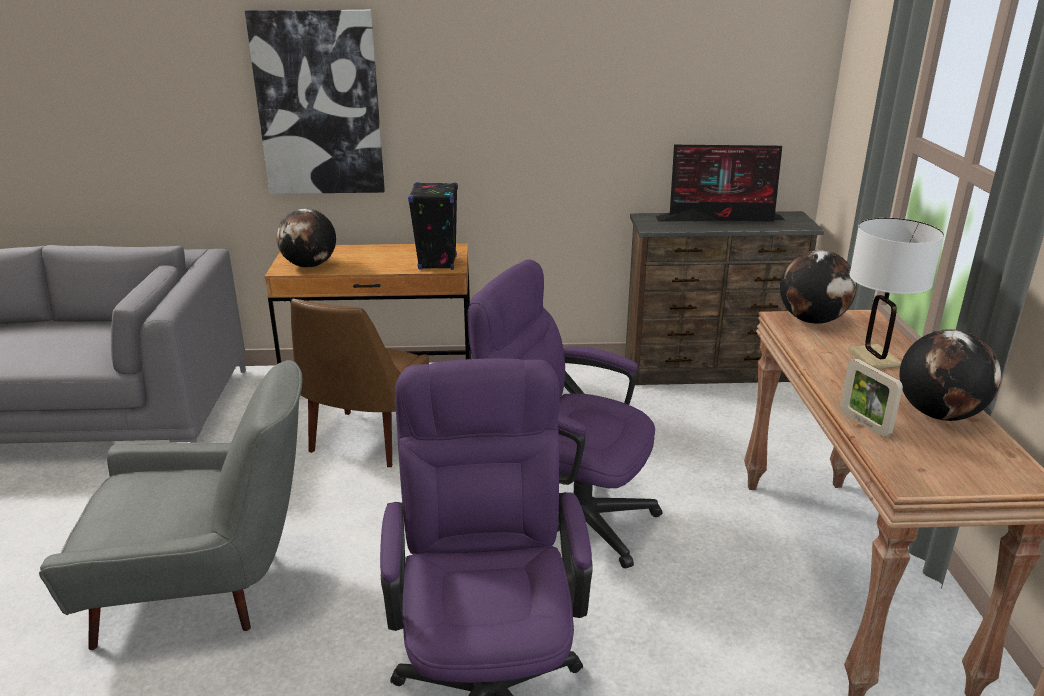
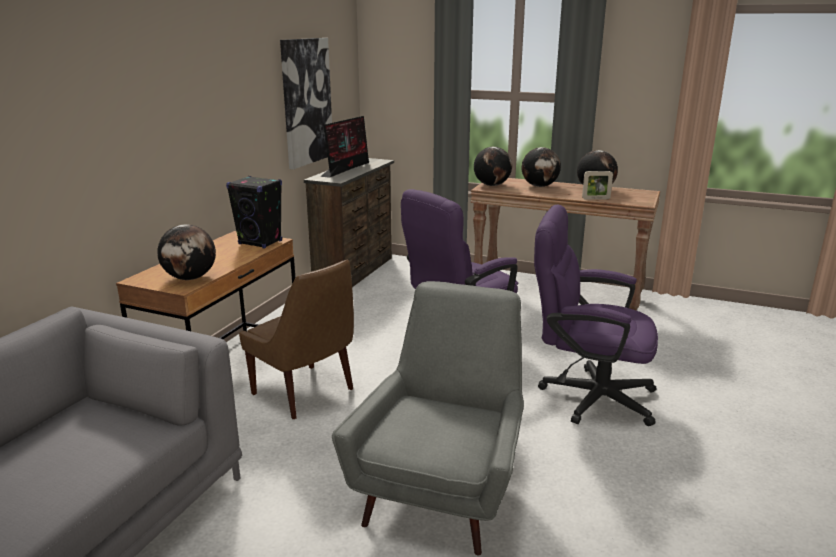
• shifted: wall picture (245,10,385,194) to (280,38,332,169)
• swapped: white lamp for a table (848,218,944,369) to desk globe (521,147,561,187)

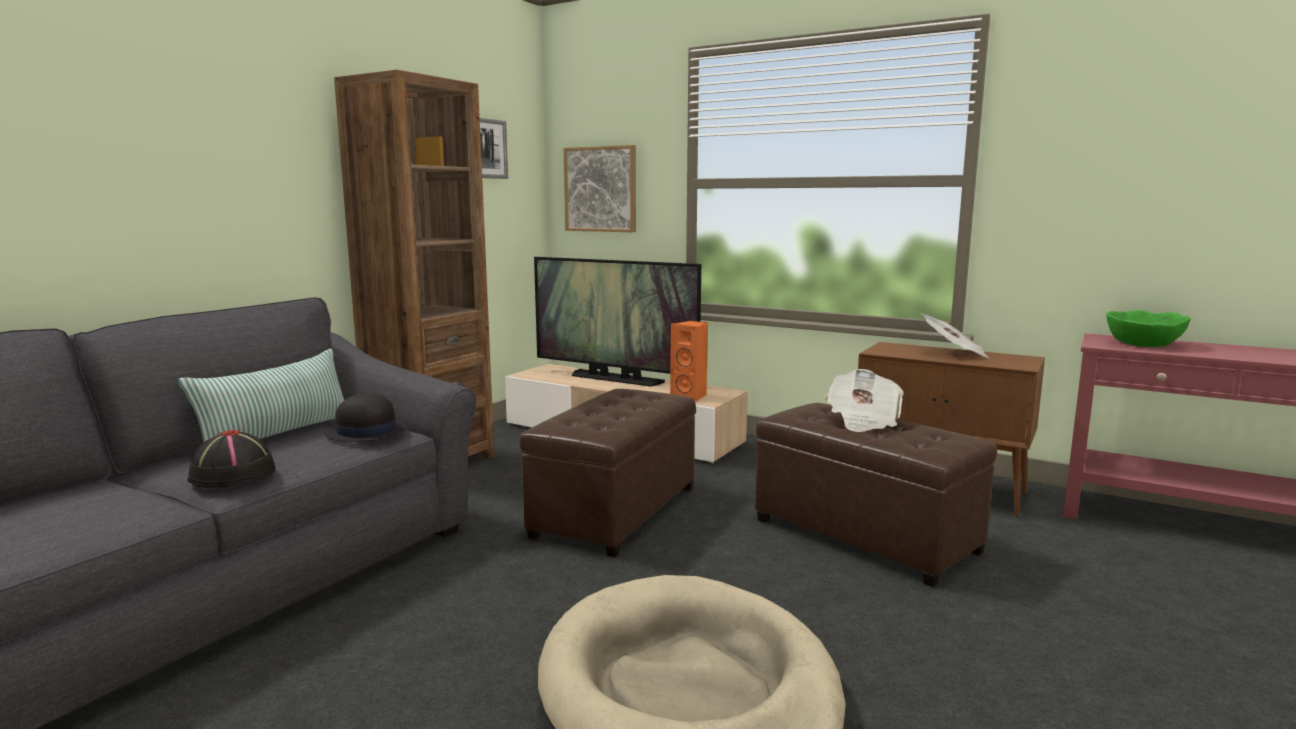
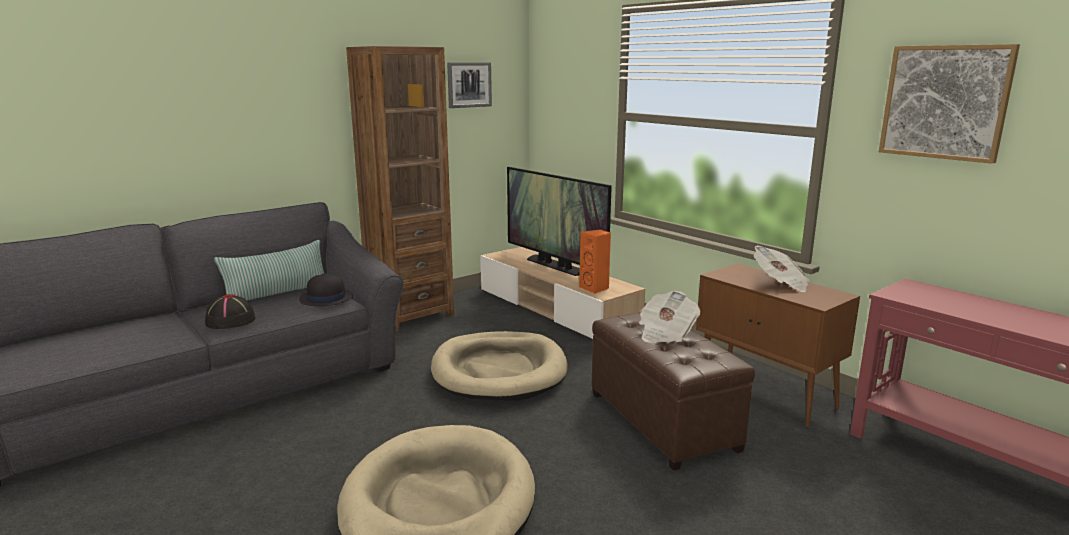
• swapped: brown footrest (520,389,696,557) to beige-coloured dog cushion (431,331,568,401)
• shifted: wall picture (564,145,636,232) to (879,44,1020,164)
• gone: greenish deep dish (1106,310,1191,347)

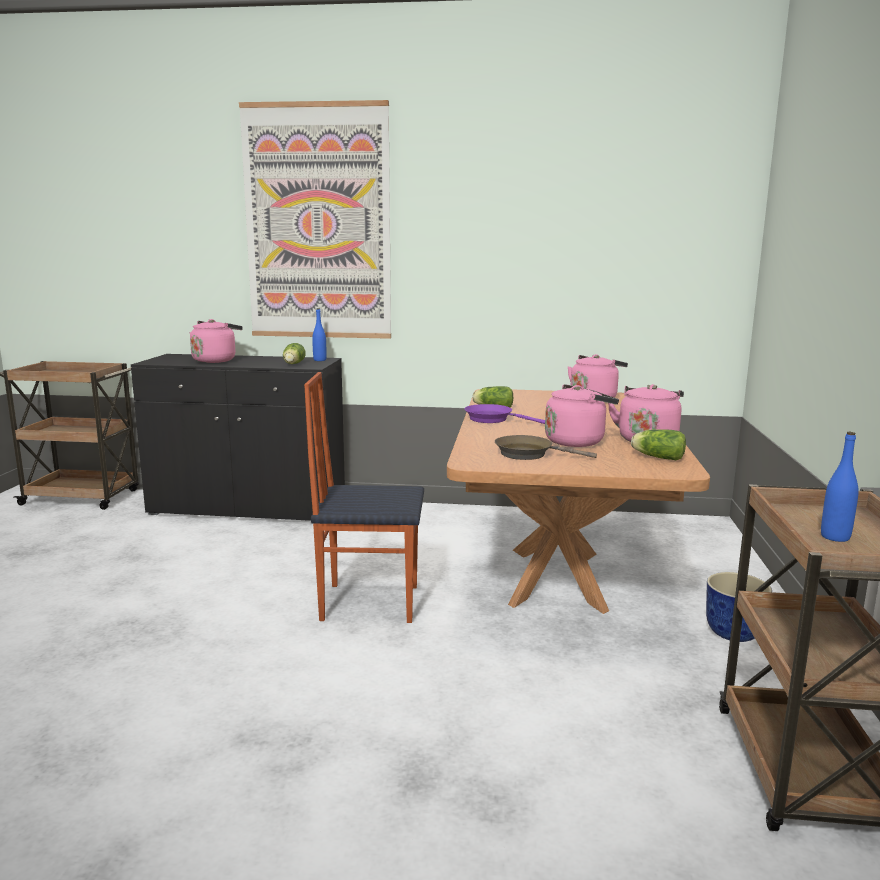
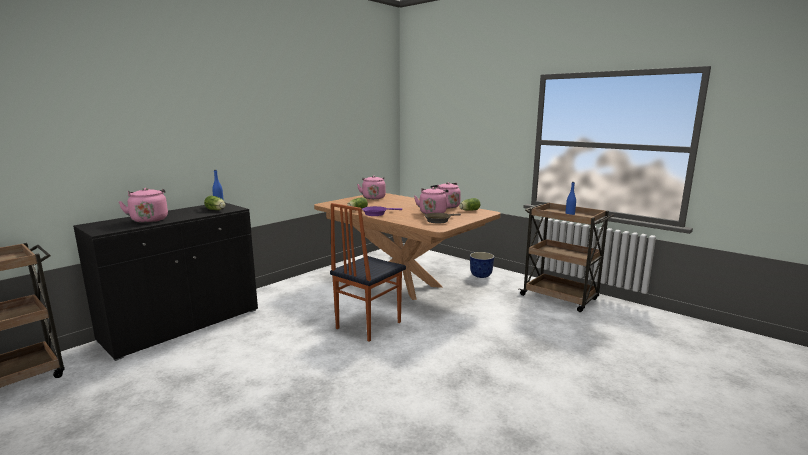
• gone: wall picture (239,100,391,339)

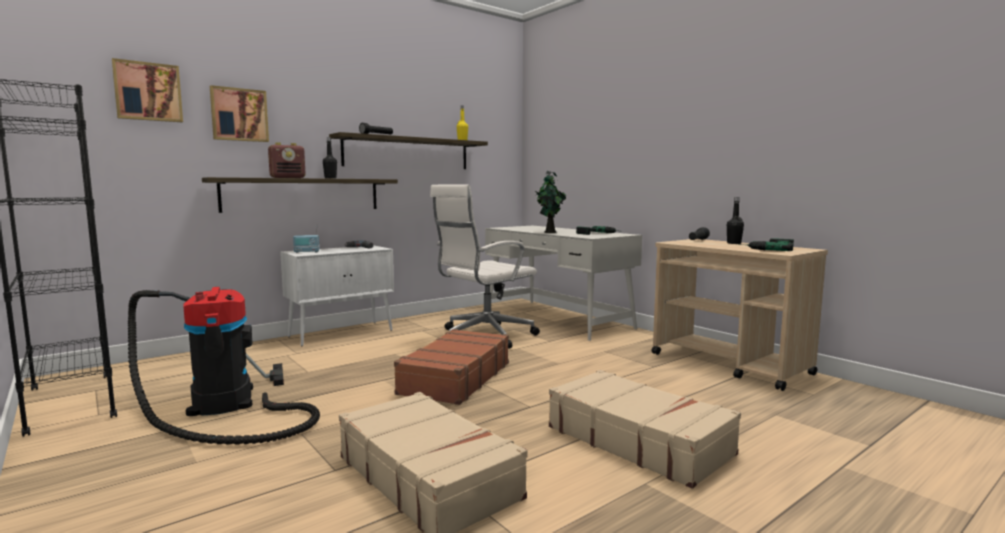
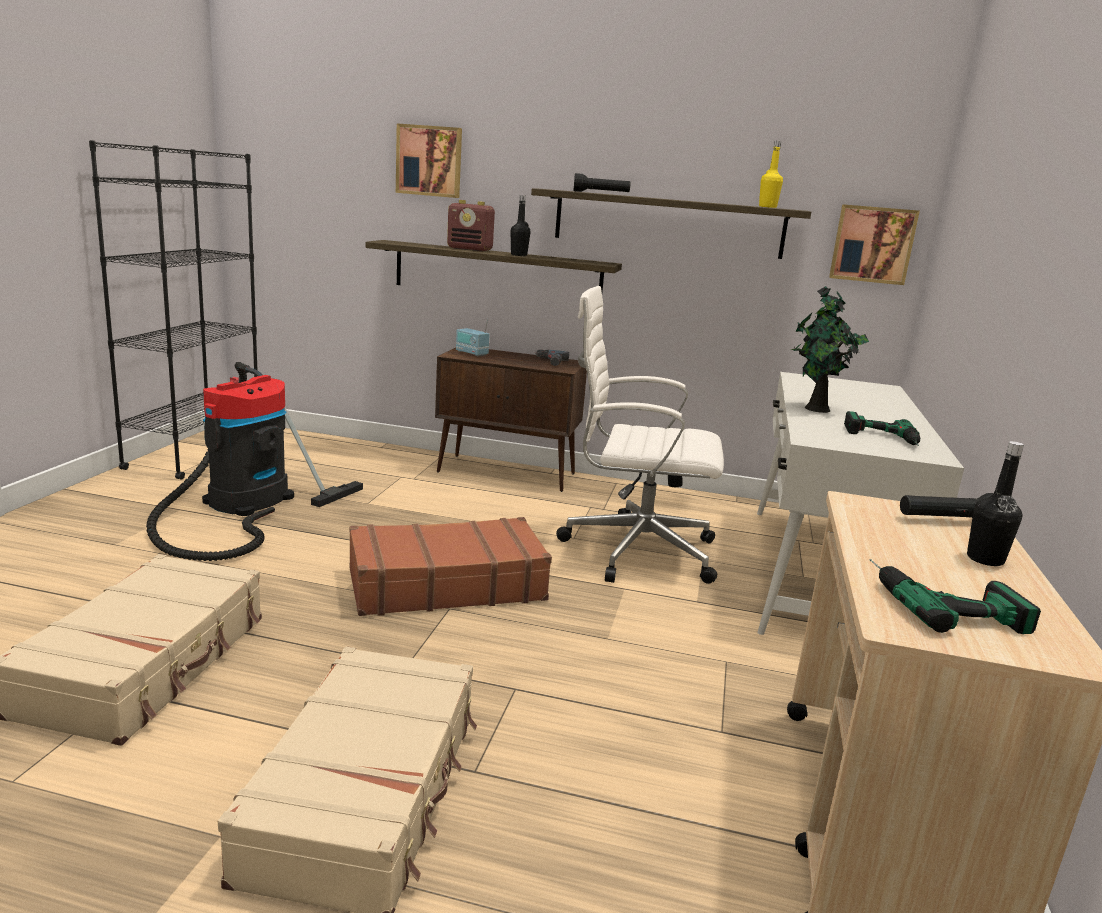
• repainted: white storage cabinet (280,245,394,346) to brown storage cabinet (435,348,587,492)
• shifted: wall picture (112,58,183,122) to (829,204,920,285)

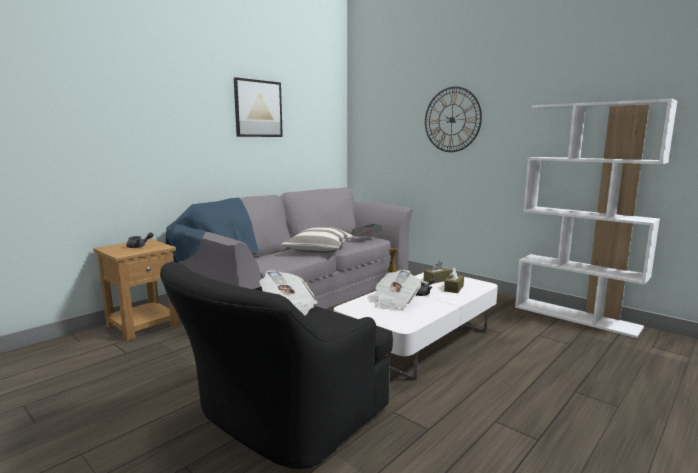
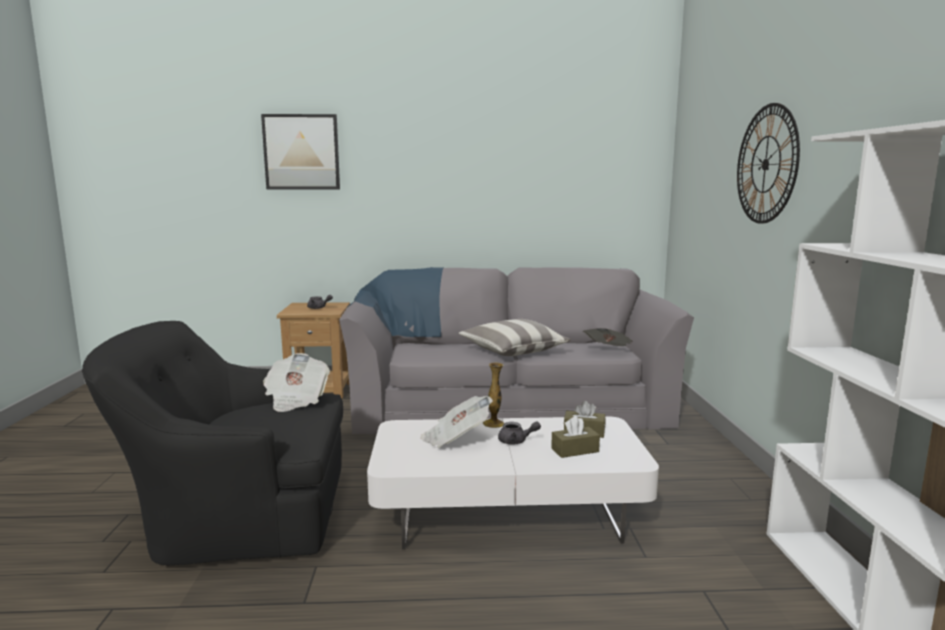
• shifted: wall picture (234,77,283,137) to (261,114,340,189)

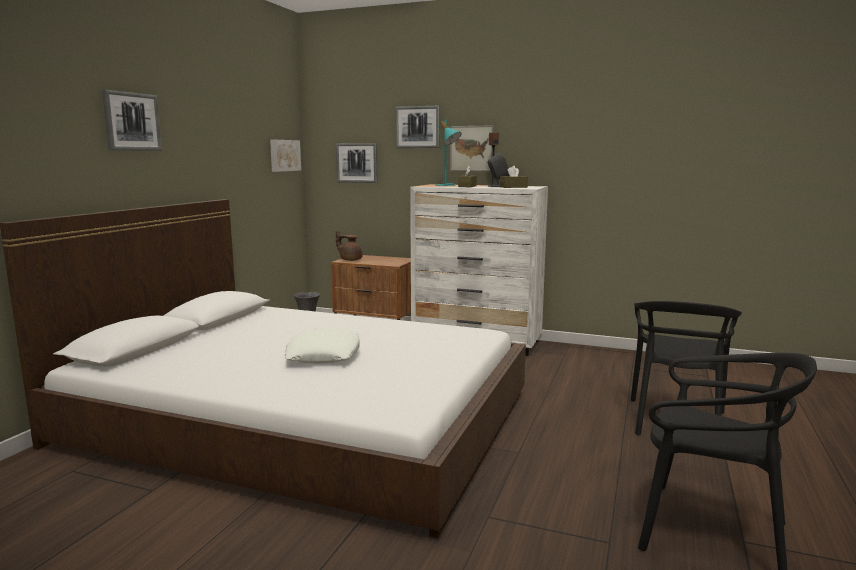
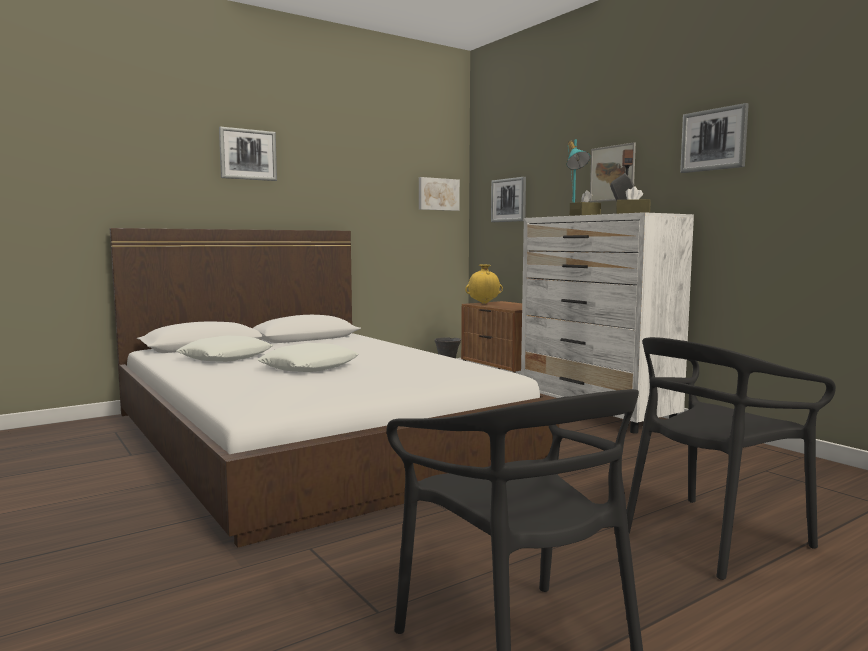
• new: white pillow (176,335,273,362)
• swapped: brown pot for tea (336,230,362,261) to yellow decorative vase (465,264,503,304)
• shifted: wall picture (395,106,440,148) to (680,103,749,173)

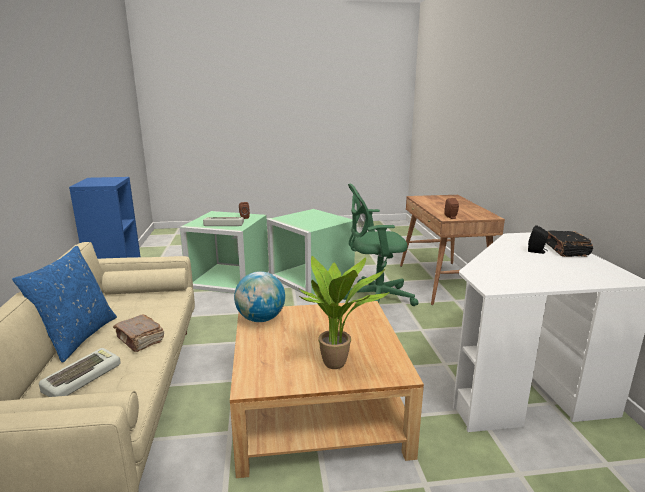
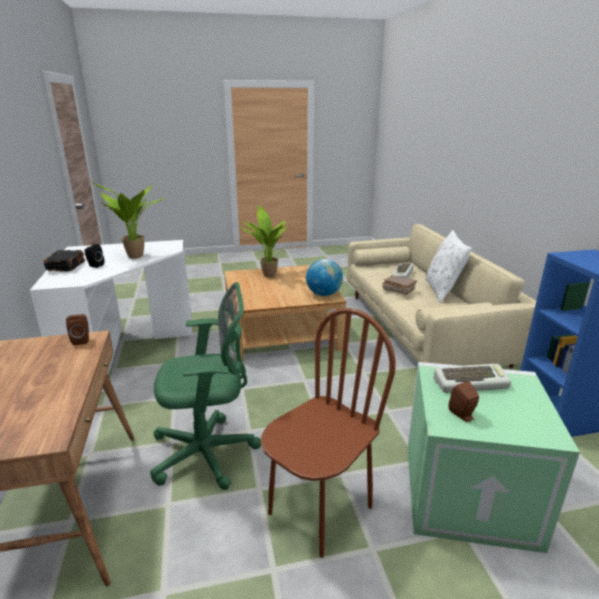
• new: potted plant (93,182,166,259)
• swapped: greenish storage container (267,209,355,294) to brown plain chair (261,308,396,558)
• repainted: bluish pillow (12,246,117,363) to white pillow (425,230,472,303)

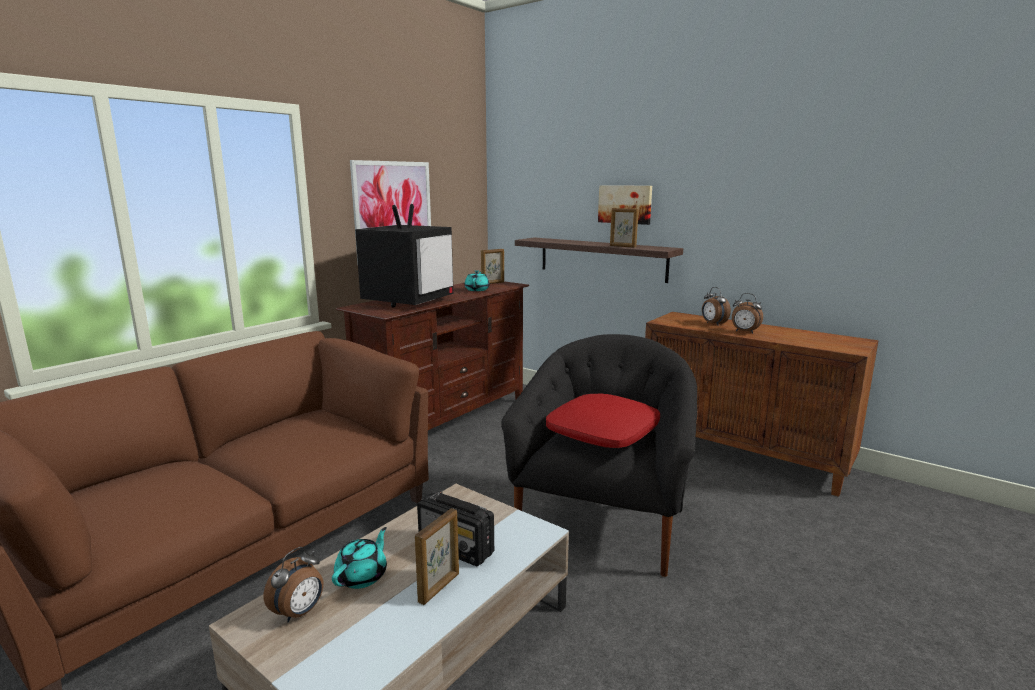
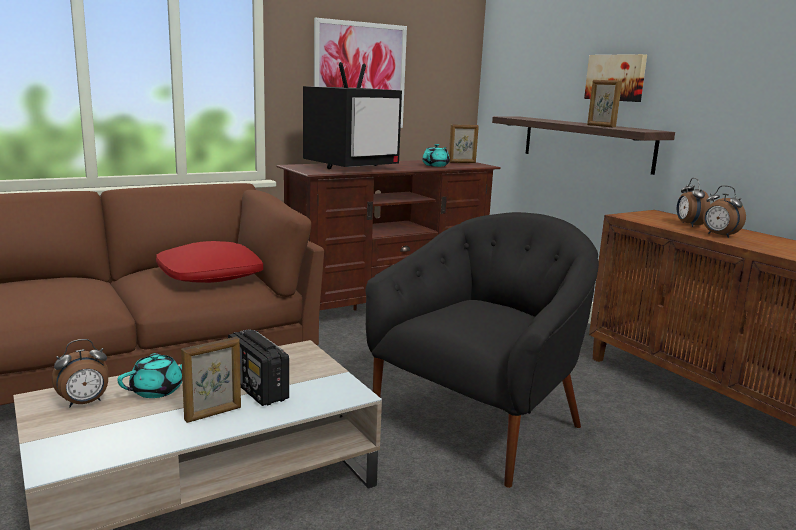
• shifted: reddish pillow (546,394,660,448) to (156,241,263,283)

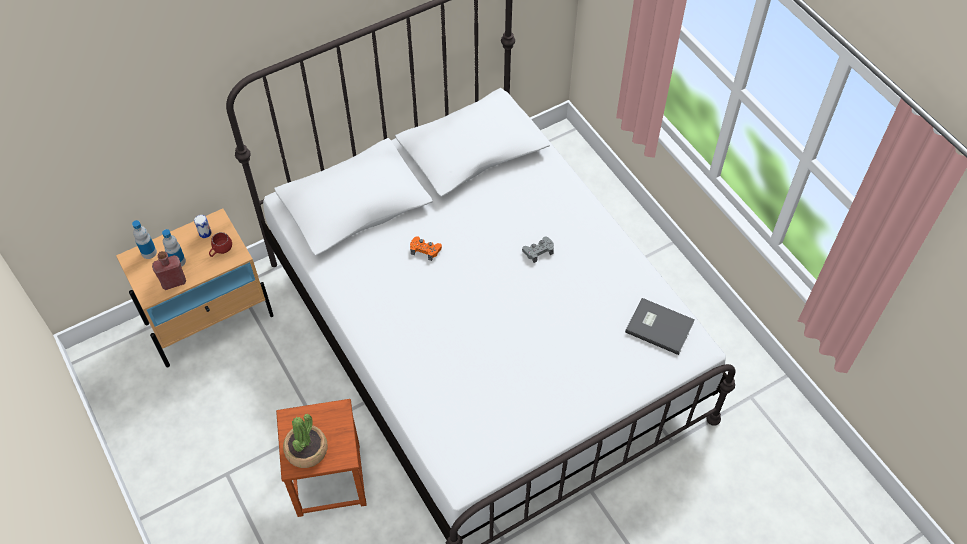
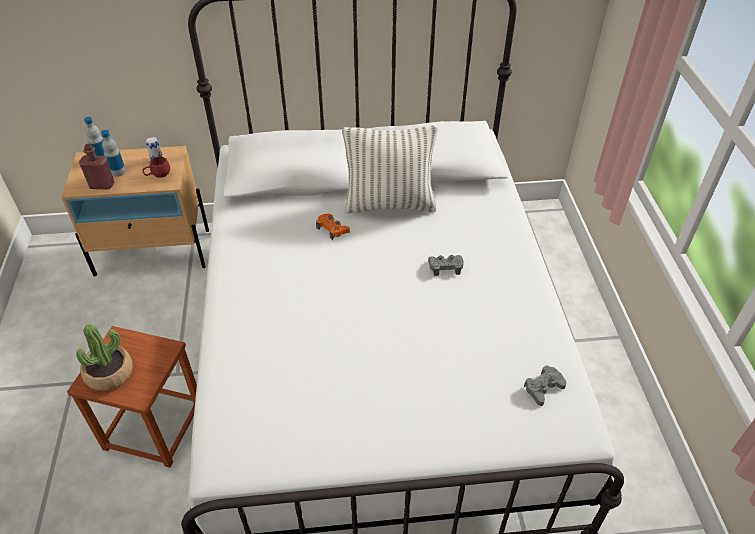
• new: pillow (342,125,438,214)
• swapped: gray book (625,298,695,355) to gray gamepad (524,365,566,406)

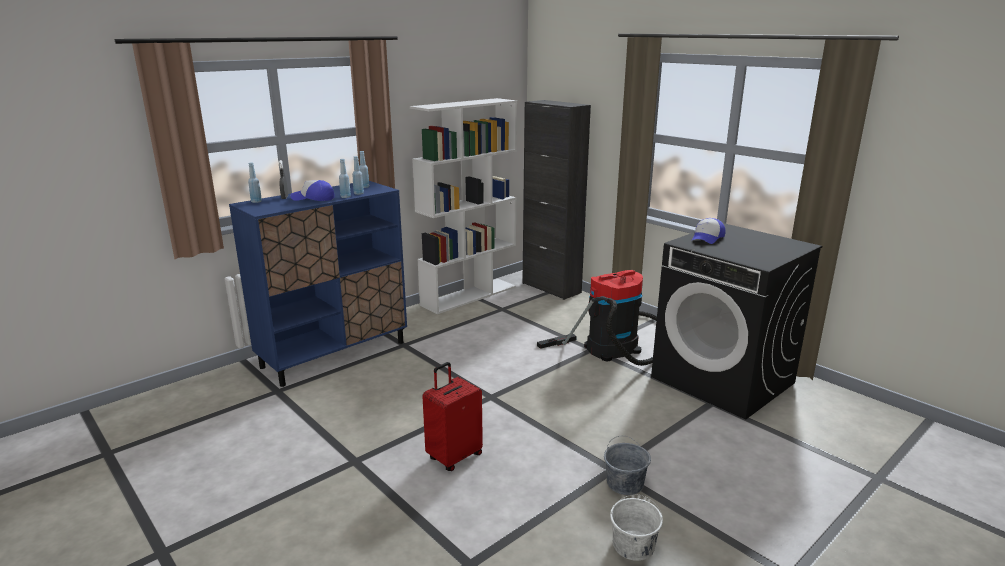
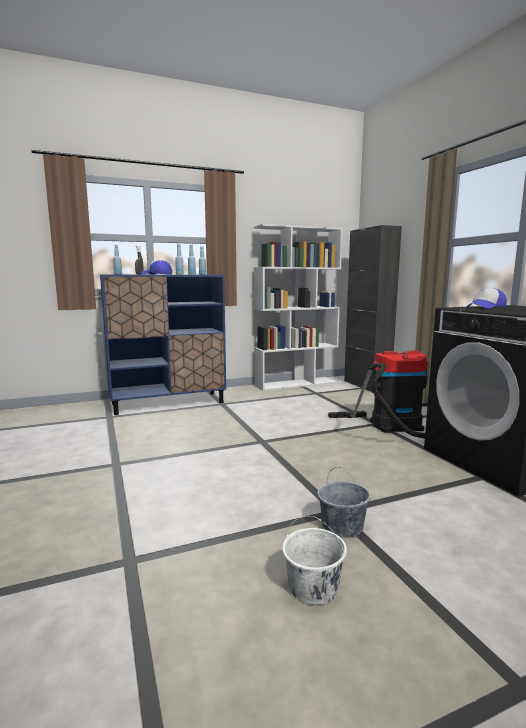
• gone: reddish suitcase (422,362,483,471)

